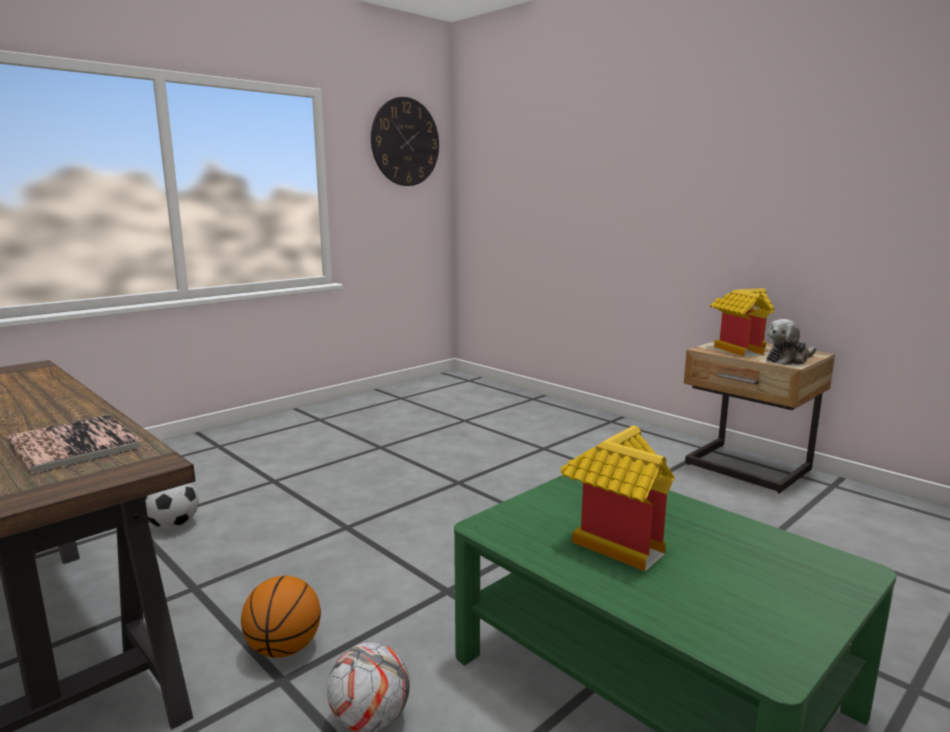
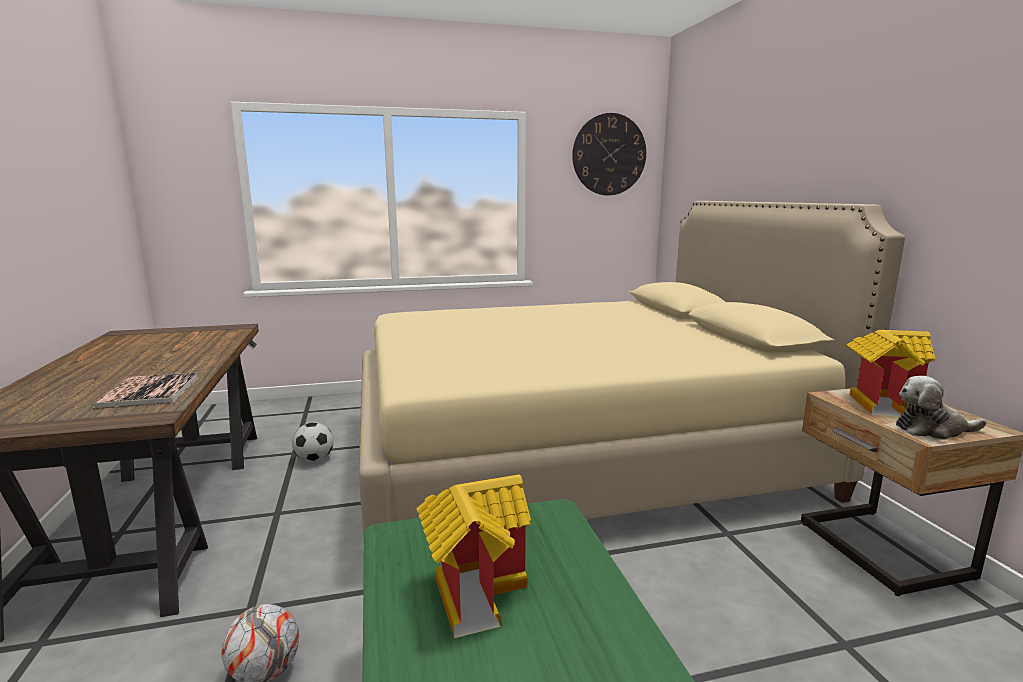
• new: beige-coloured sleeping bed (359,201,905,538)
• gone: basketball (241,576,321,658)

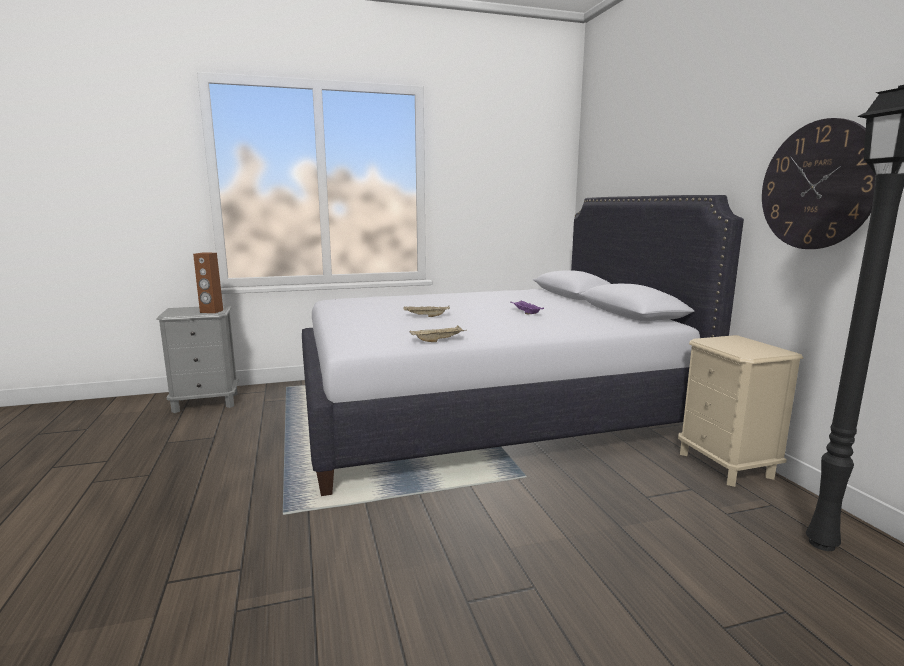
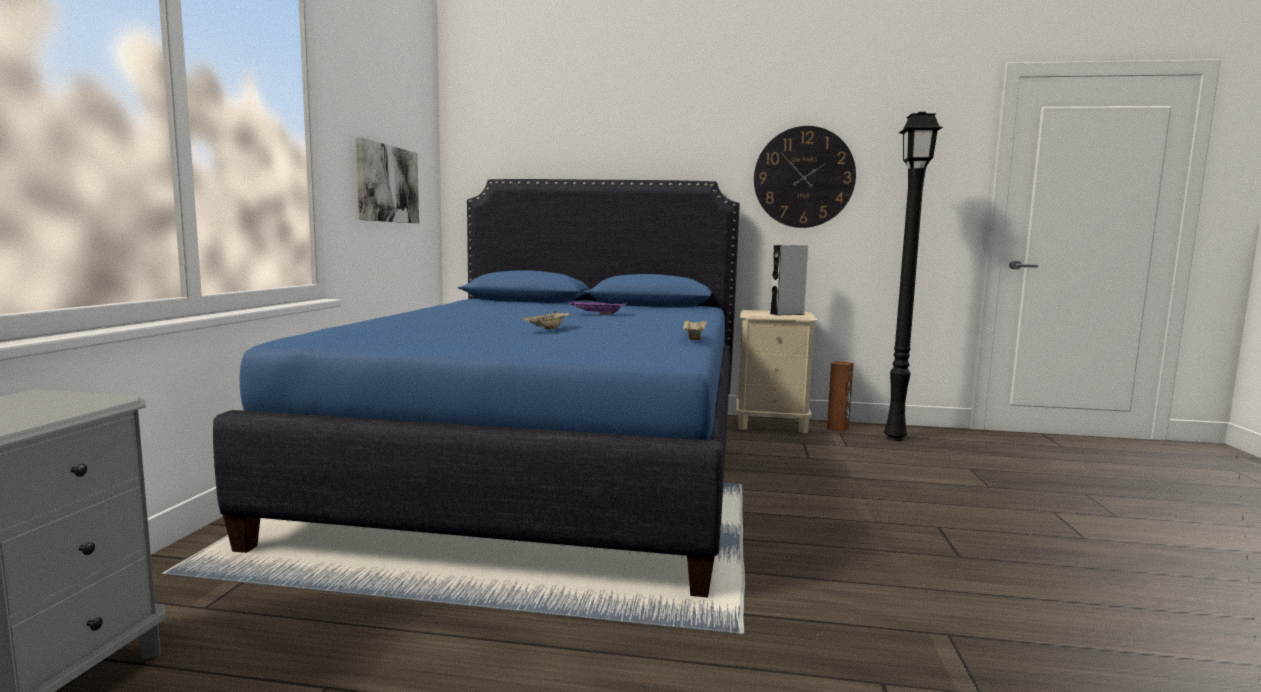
• repainted: white sleeping bed (302,195,744,496) to bluish sleeping bed (213,179,740,598)
• new: wall picture (356,138,419,223)
• new: gray speaker (770,245,808,315)
• shifted: brown speaker (193,253,223,313) to (827,361,854,432)

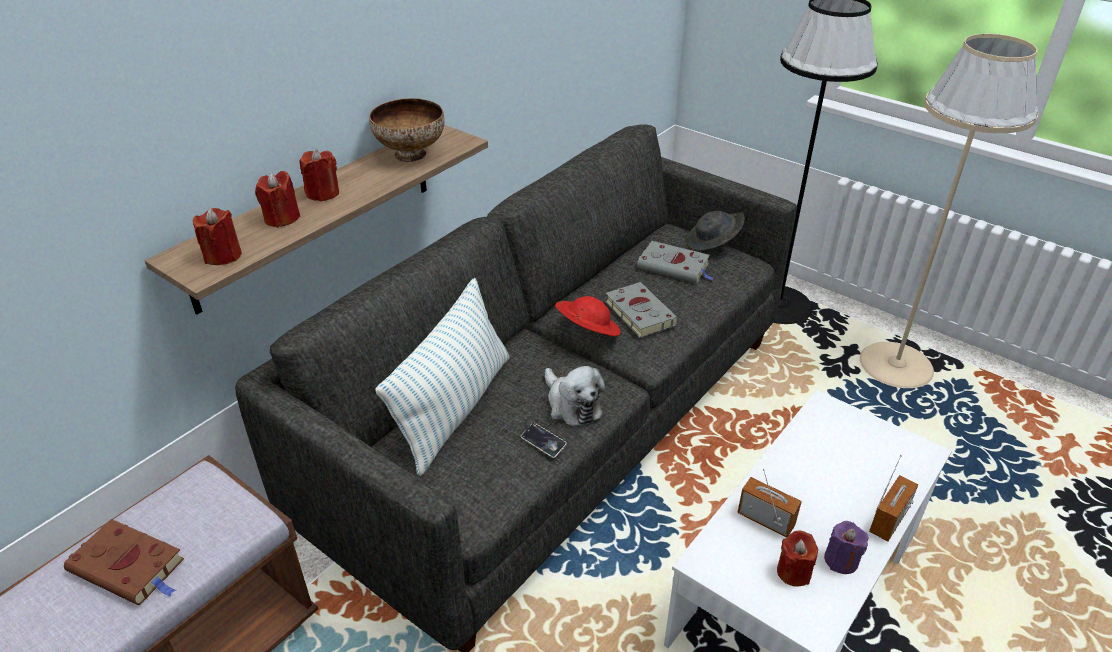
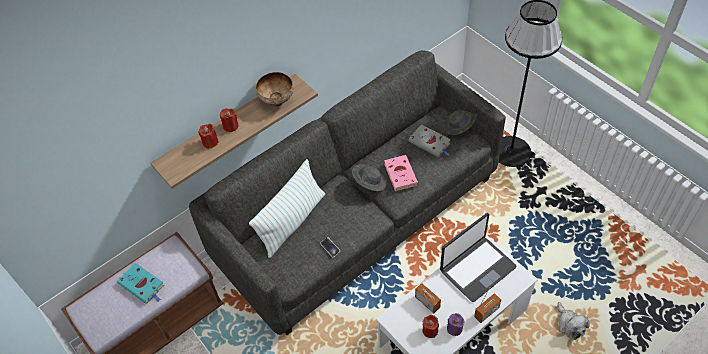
• repainted: brown book (64,519,184,605) to turquoise-coloured book (117,263,165,304)
• repainted: reddish wearable hat (555,296,620,336) to gray wearable hat (352,164,386,191)
• repainted: gray book (605,282,678,338) to pink-coloured book (384,155,418,191)
• new: portable computer (440,213,517,302)
• shifted: plush toy (545,366,605,427) to (557,302,590,340)
• gone: reddish wax light (193,208,242,265)
• gone: beige-coloured standing lamp (860,34,1038,388)

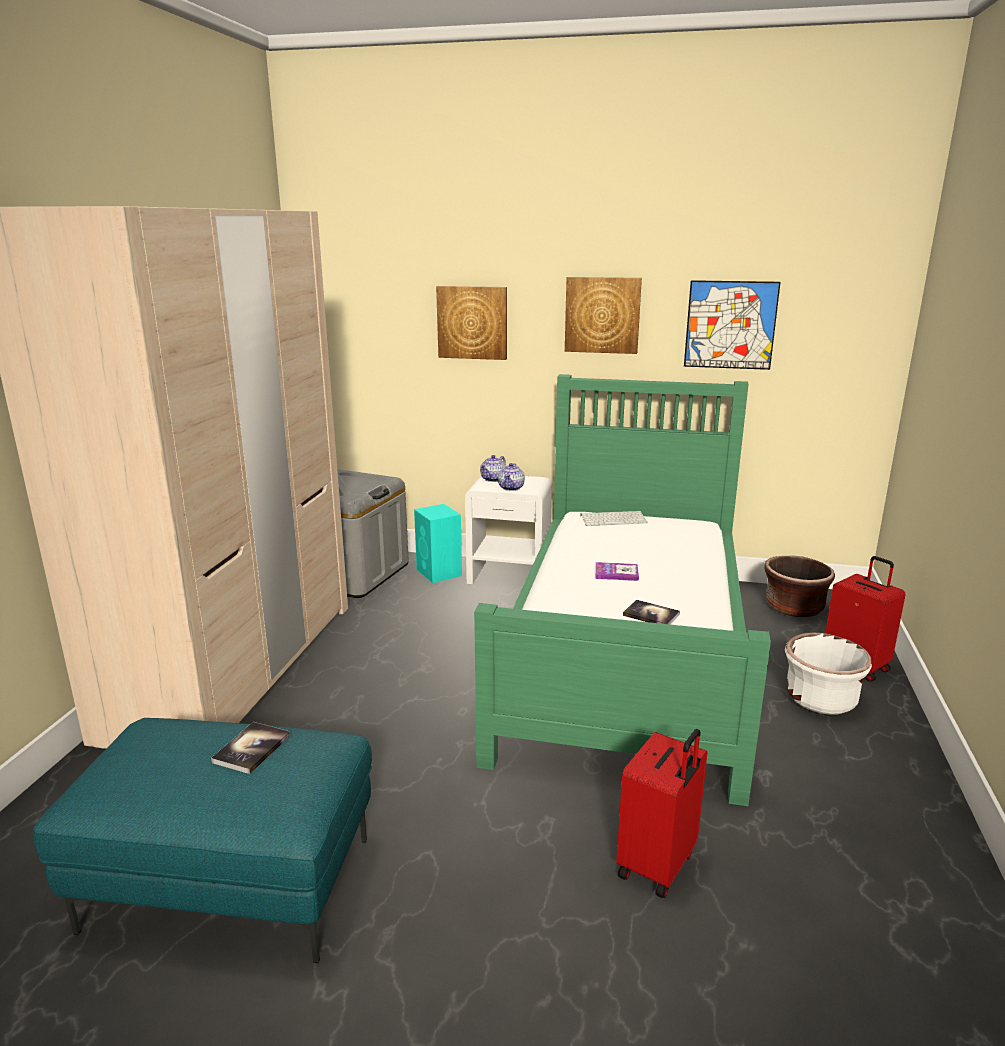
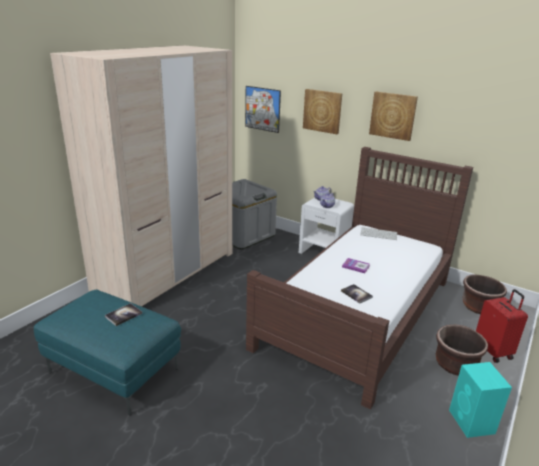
• shifted: wall picture (684,280,781,370) to (245,86,281,133)
• repainted: greenish sleeping bed (474,374,771,806) to brown sleeping bed (246,147,473,410)
• repainted: white flower pot (785,632,872,715) to brown flower pot (436,324,488,376)
• shifted: turquoise-coloured speaker (414,504,462,583) to (449,362,512,438)
• gone: reddish suitcase (616,729,707,898)

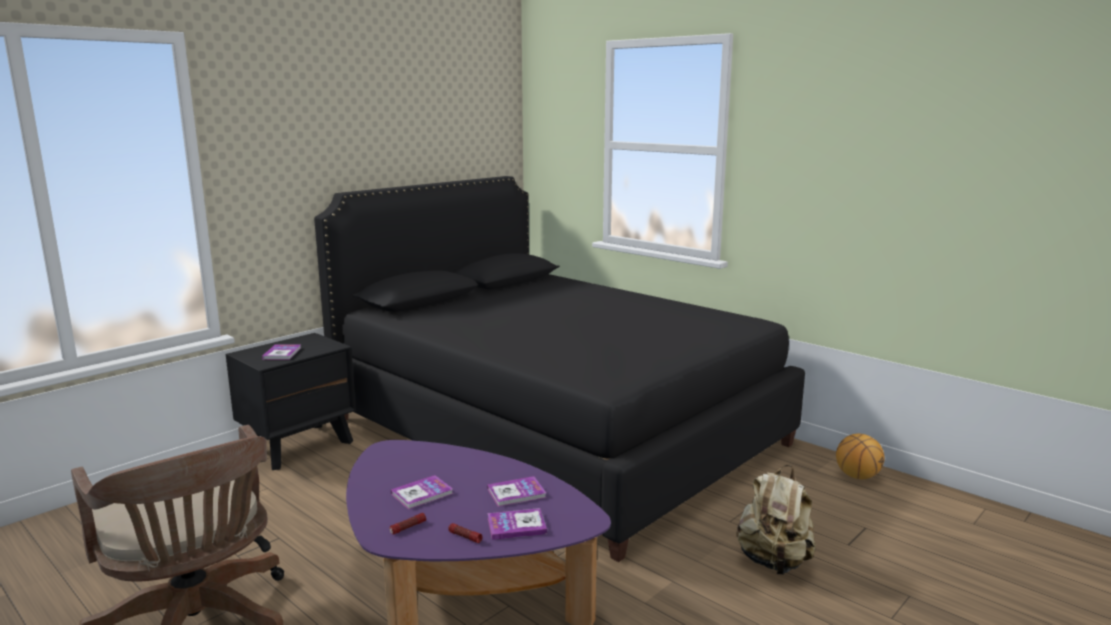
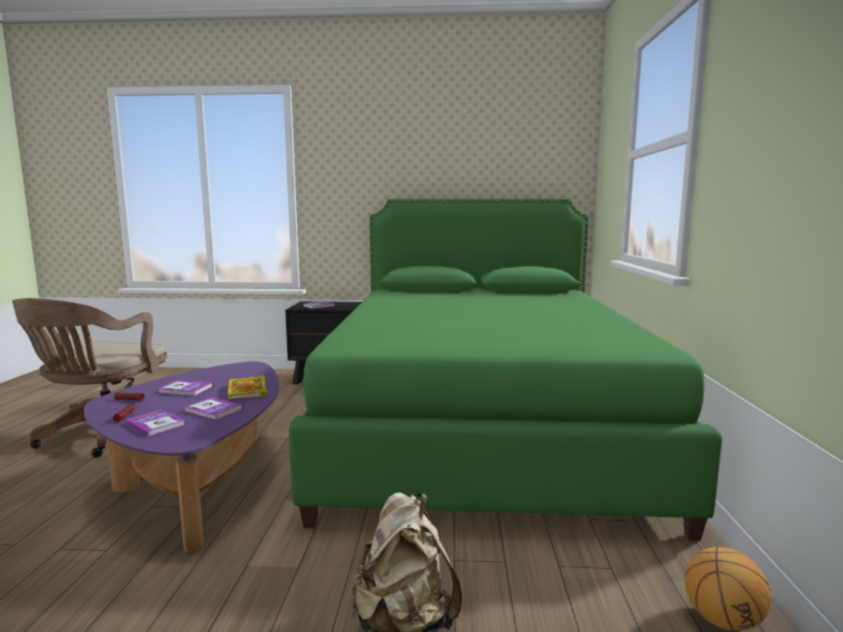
• new: book (228,375,268,399)
• repainted: blackish sleeping bed (314,176,805,562) to greenish sleeping bed (289,199,722,541)

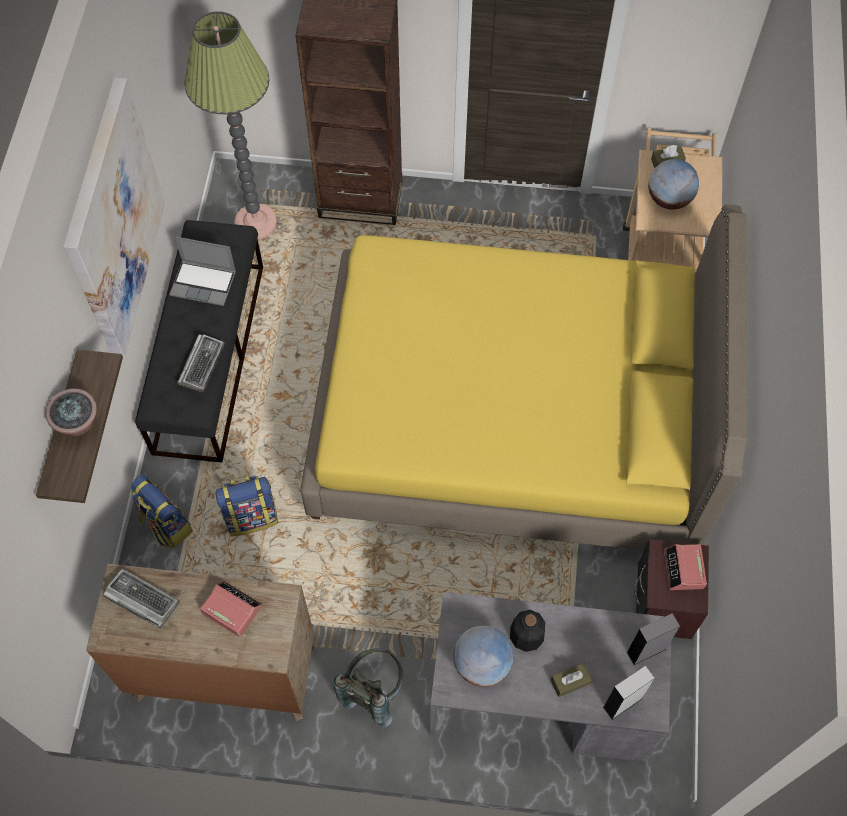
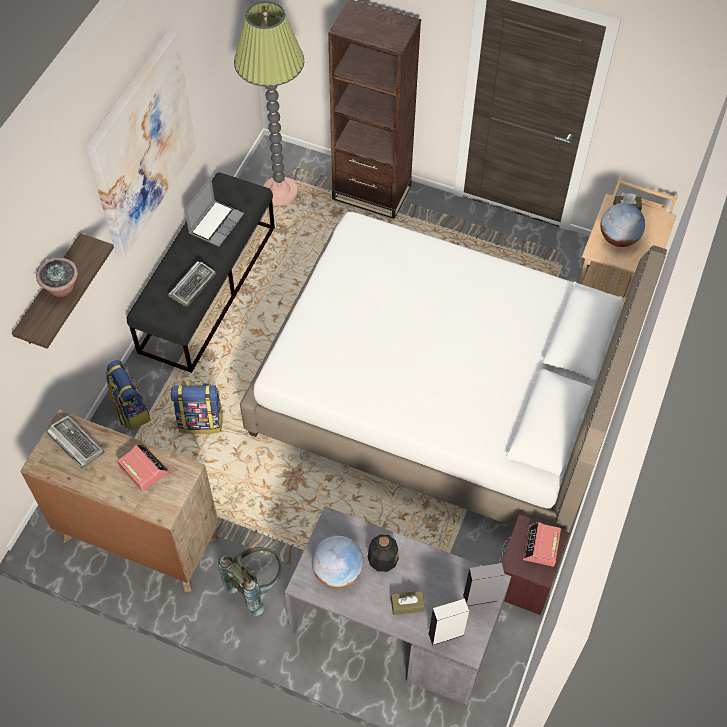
• rotated: portable computer (169,236,236,306) = (184,177,244,247) 90 degrees counterclockwise
• repainted: yellow sleeping bed (300,205,747,550) to white sleeping bed (240,212,667,532)

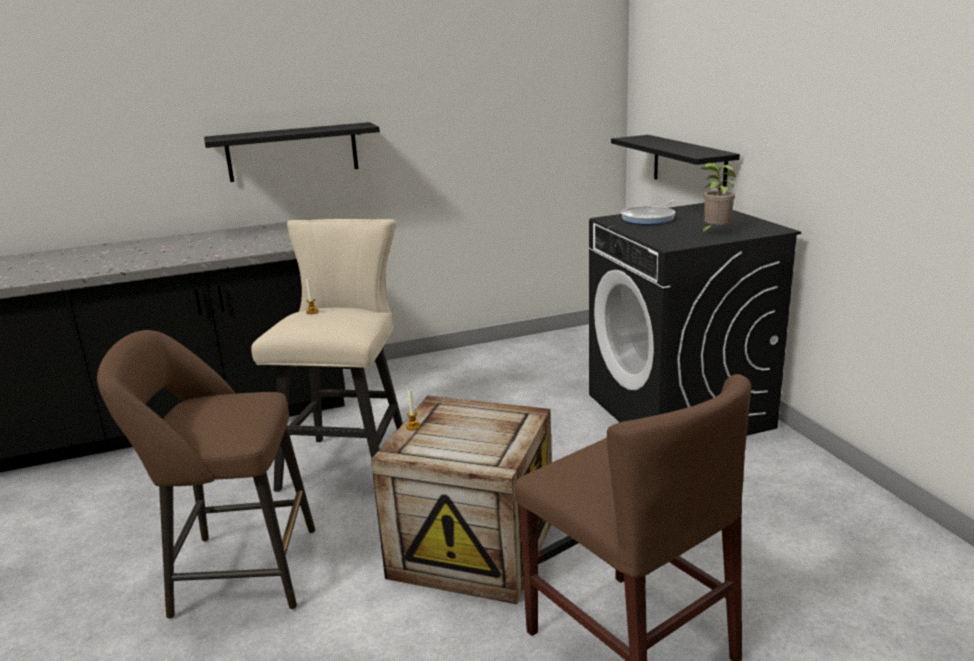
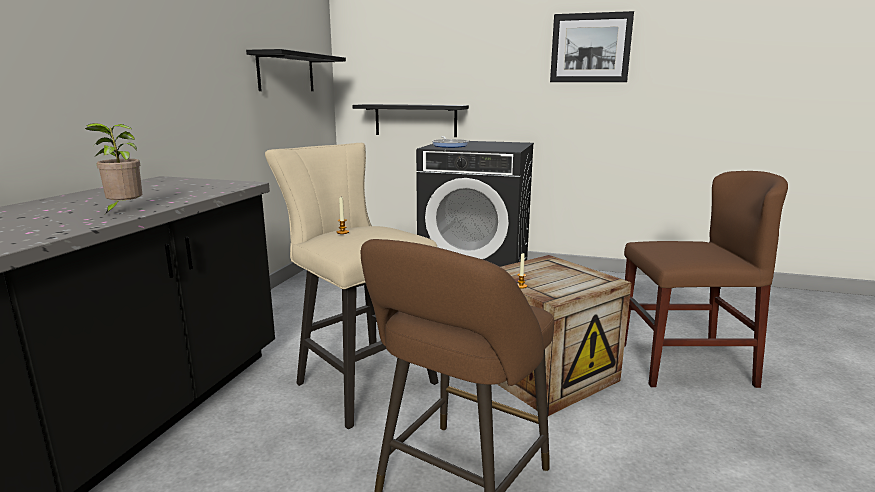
• shifted: potted plant (700,163,736,233) to (85,123,142,214)
• shifted: blackish shelf (204,122,380,182) to (246,49,346,91)
• new: wall picture (550,11,634,82)

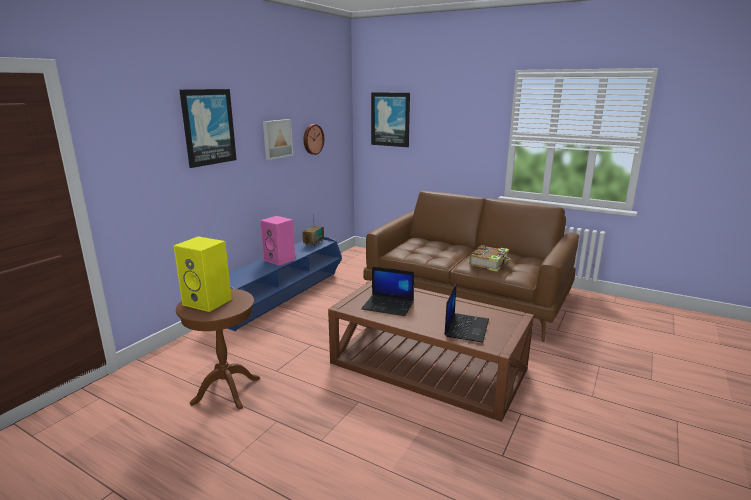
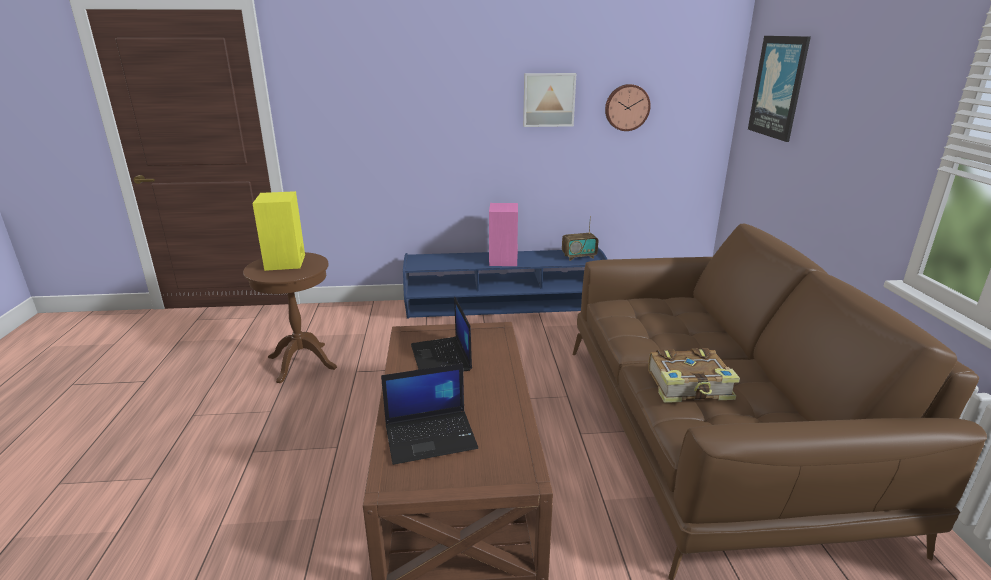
• gone: wall picture (179,89,237,168)

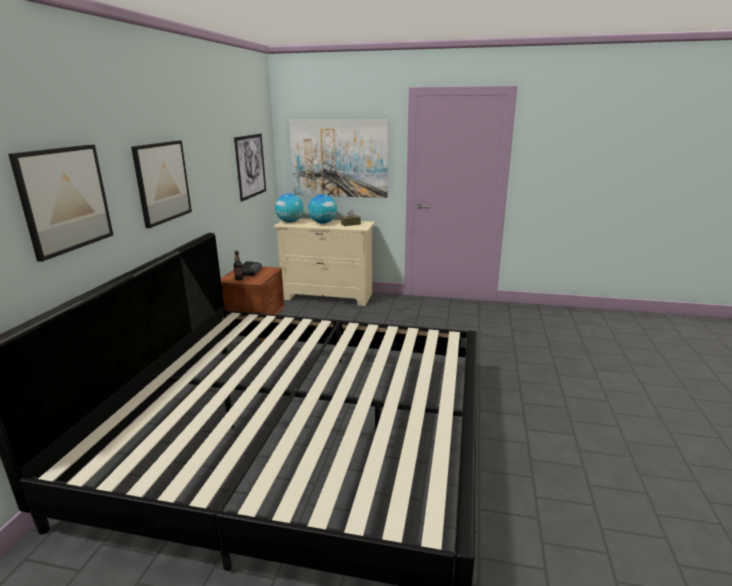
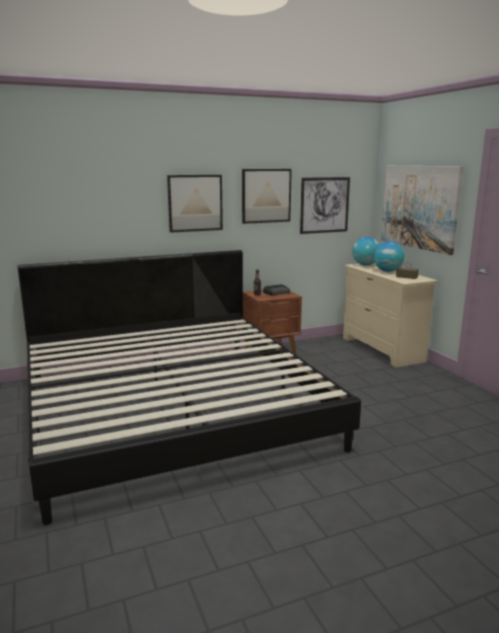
• shifted: wall picture (8,145,113,262) to (242,169,292,224)

